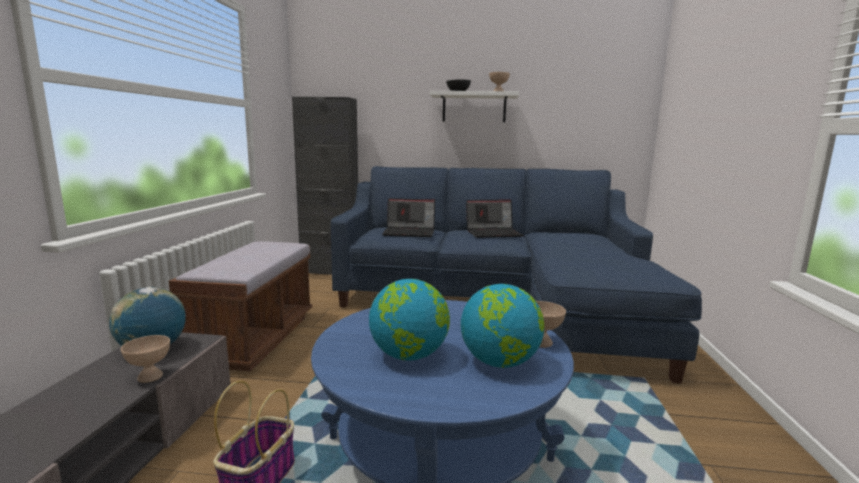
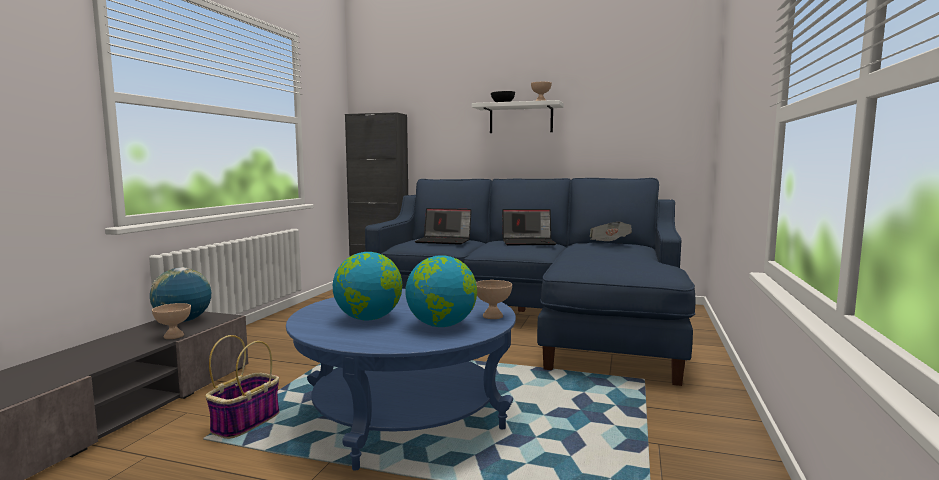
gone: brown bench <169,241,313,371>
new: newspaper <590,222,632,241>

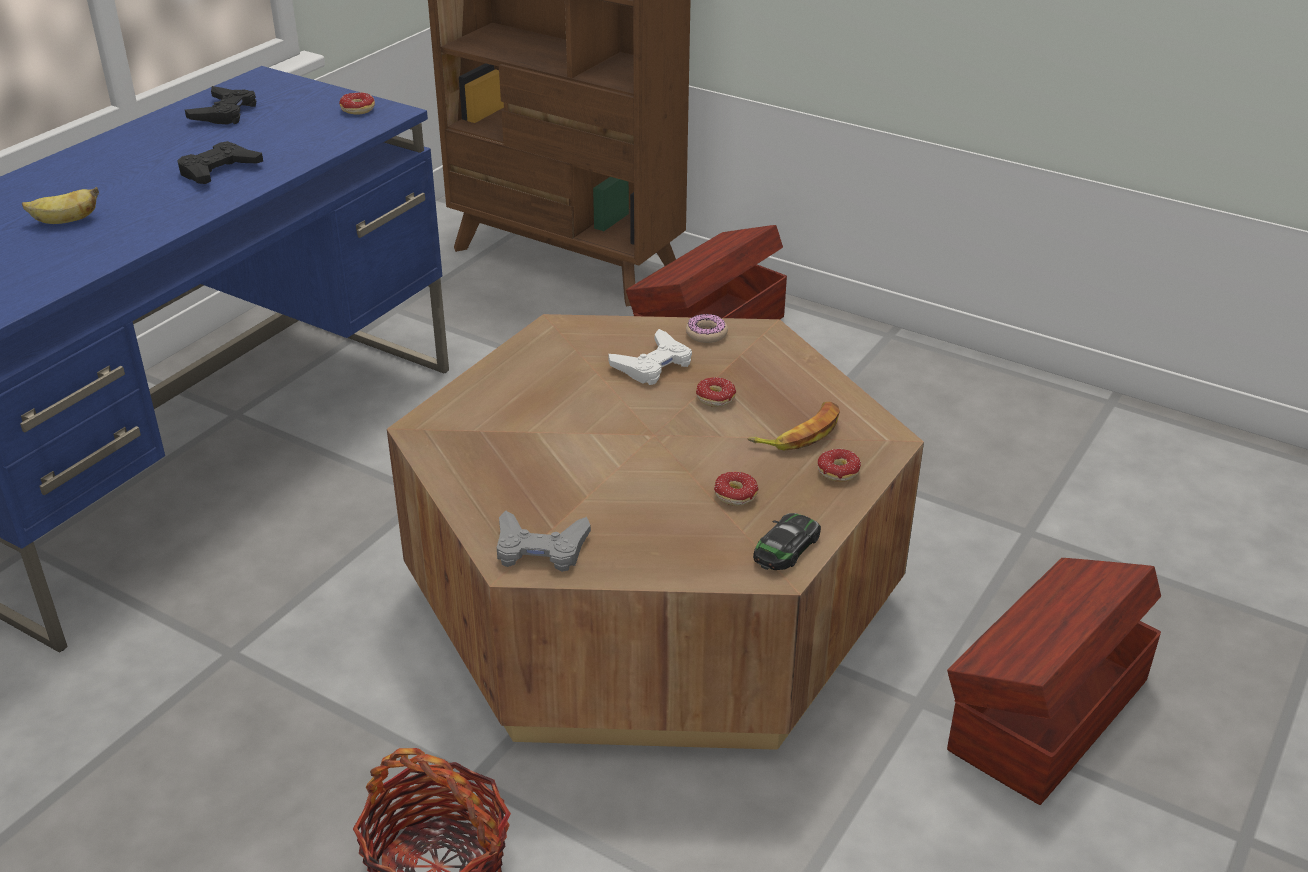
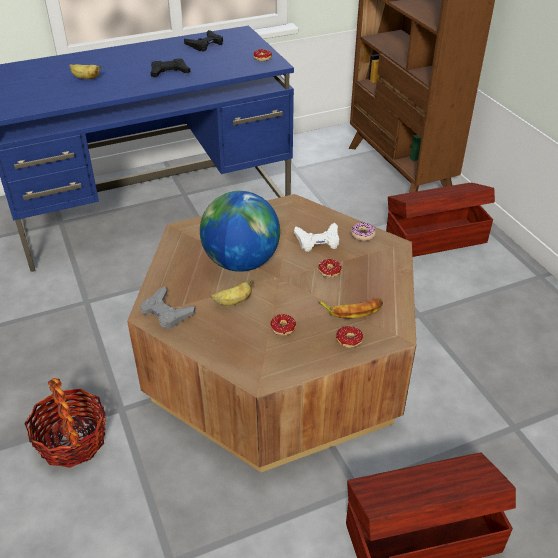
gone: toy car <753,513,821,570>
new: globe <200,191,280,272>; banana <211,280,253,306>

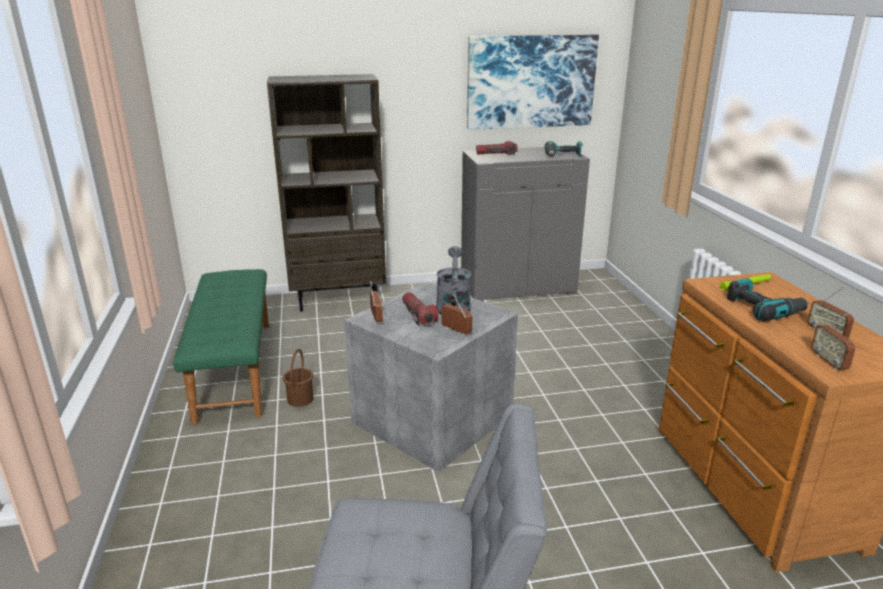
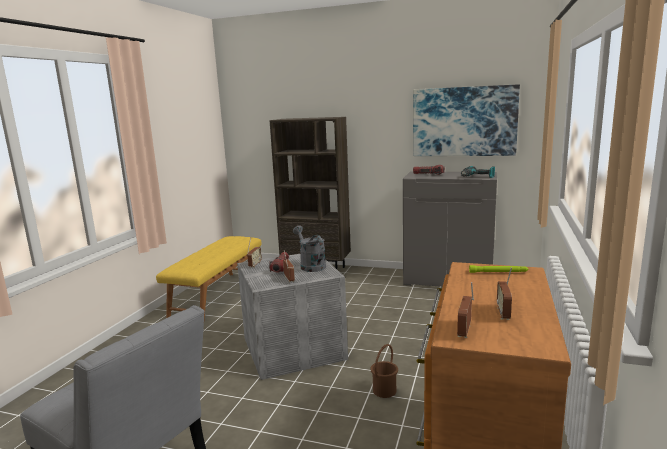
gone: power drill <727,278,809,321>
shifted: brown bucket <283,349,313,407> to <370,344,398,398>
repainted: green bench <173,269,269,425> to yellow bench <156,236,261,319>
rotated: grey watering can <436,246,471,315> = <293,225,326,272> 60 degrees counterclockwise

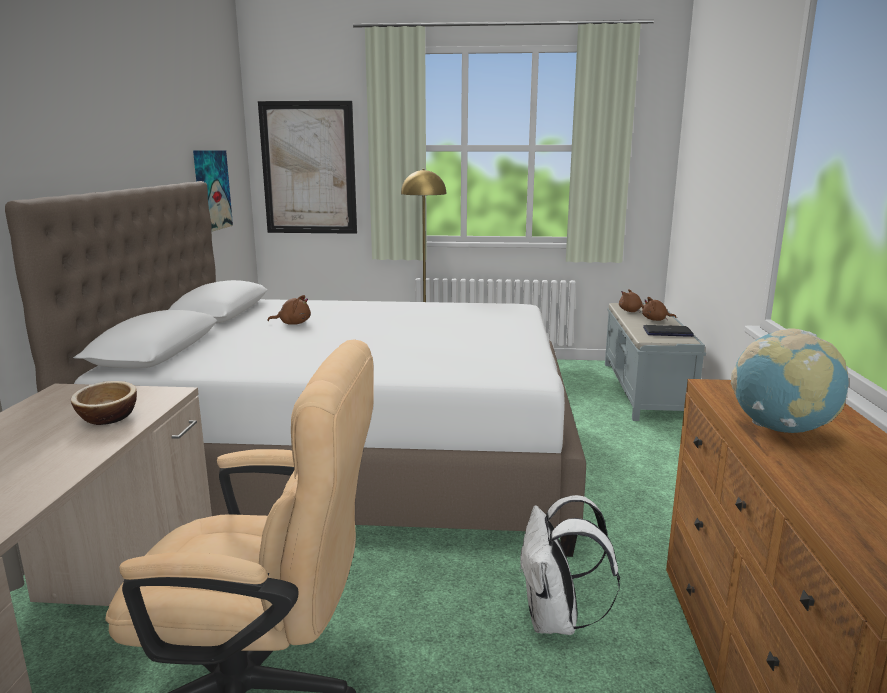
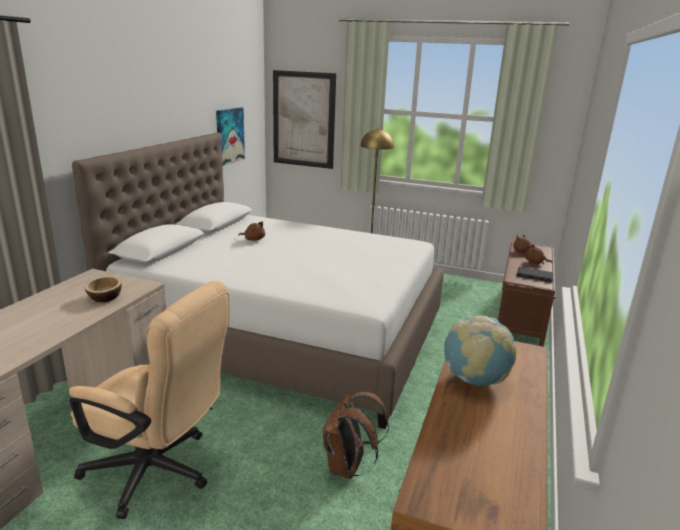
repainted: white backpack <519,495,620,635> to brown backpack <323,392,389,479>; grey bench <605,303,706,421> to brown bench <498,242,555,347>

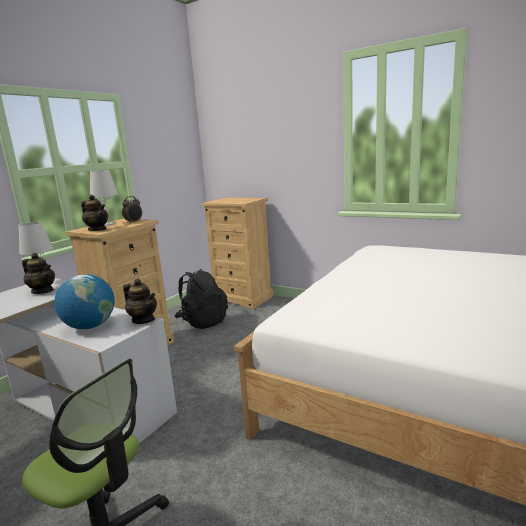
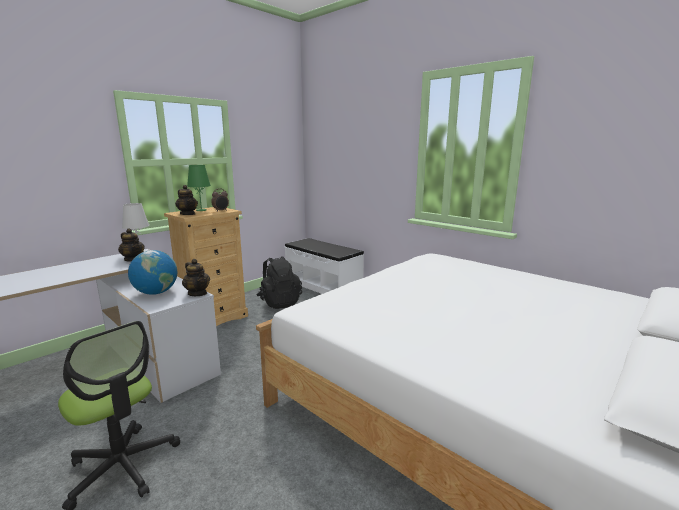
swapped: beige dresser <201,198,273,309> to white bench <284,238,364,294>
repainted: white table lamp <90,170,118,226> to green table lamp <187,165,211,211>

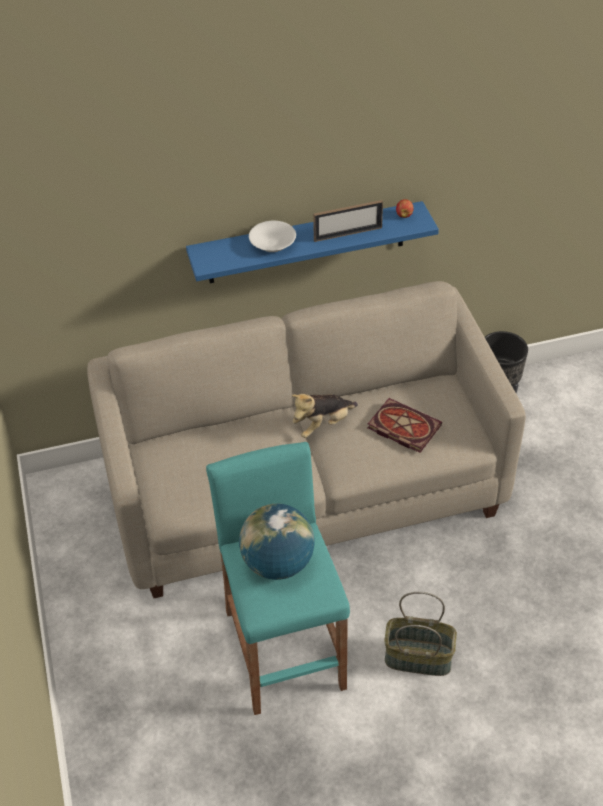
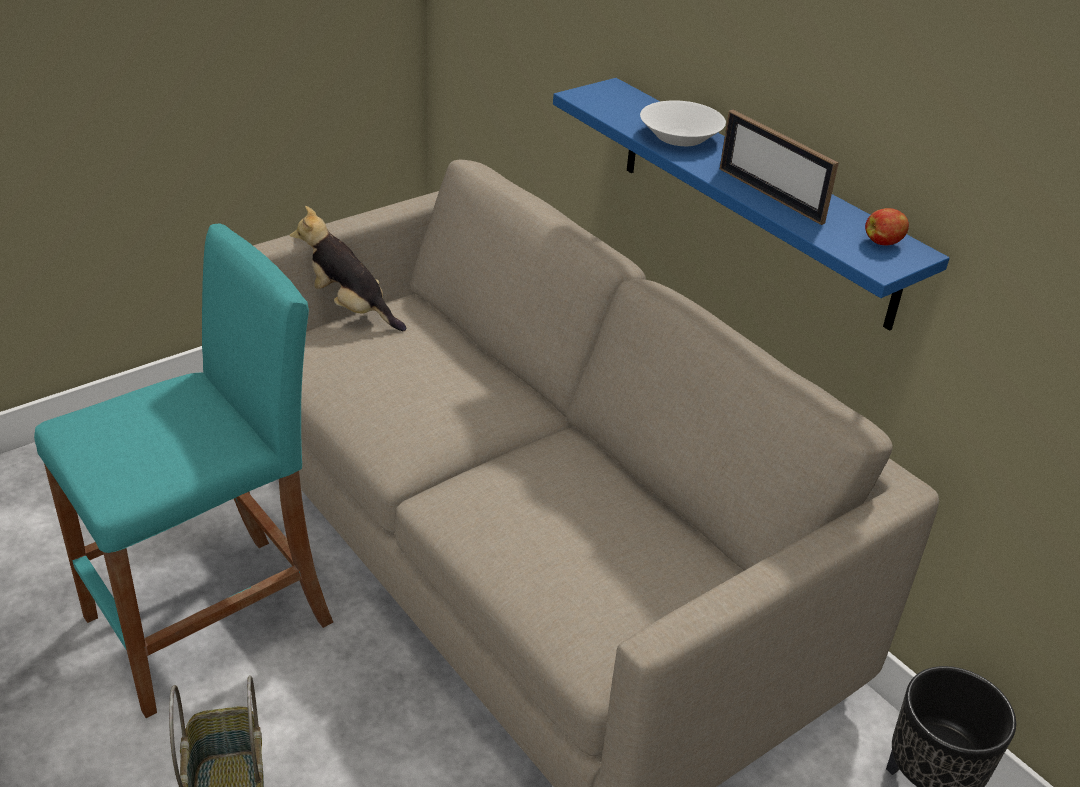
gone: globe <239,504,315,580>; book <367,398,442,453>
shifted: plush toy <292,394,358,438> to <289,206,407,331>

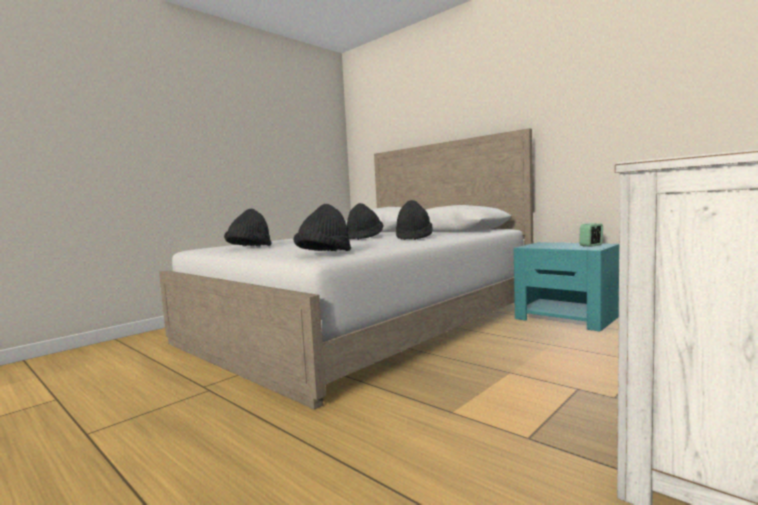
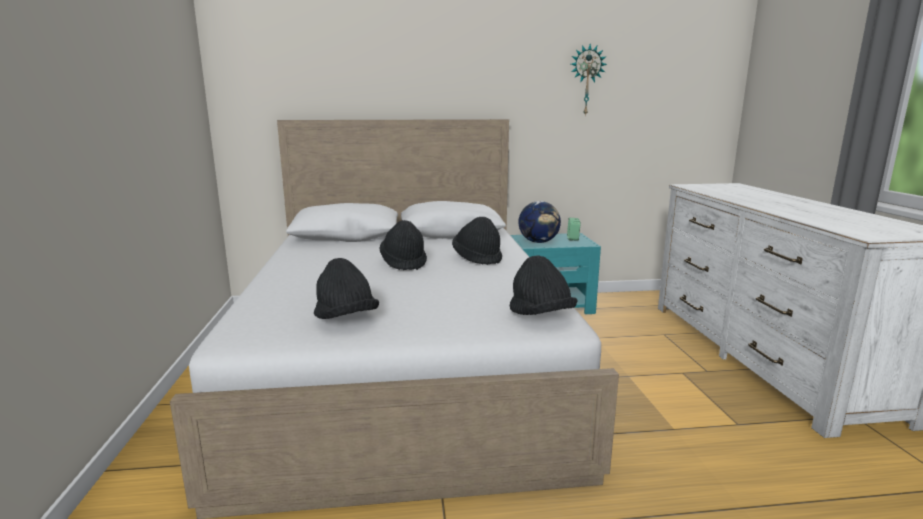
new: globe <518,201,561,243>; wall clock <571,44,607,117>

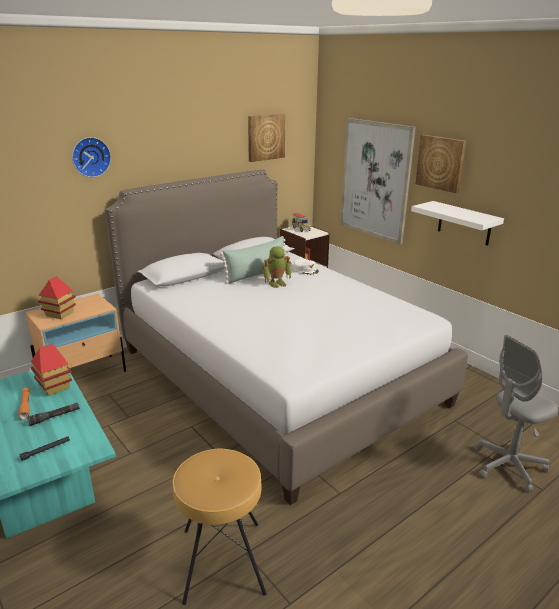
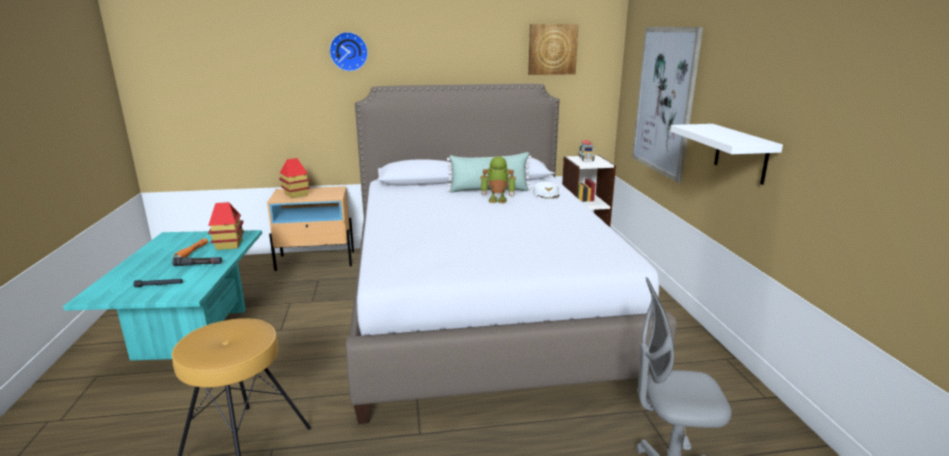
gone: picture <416,135,466,193>

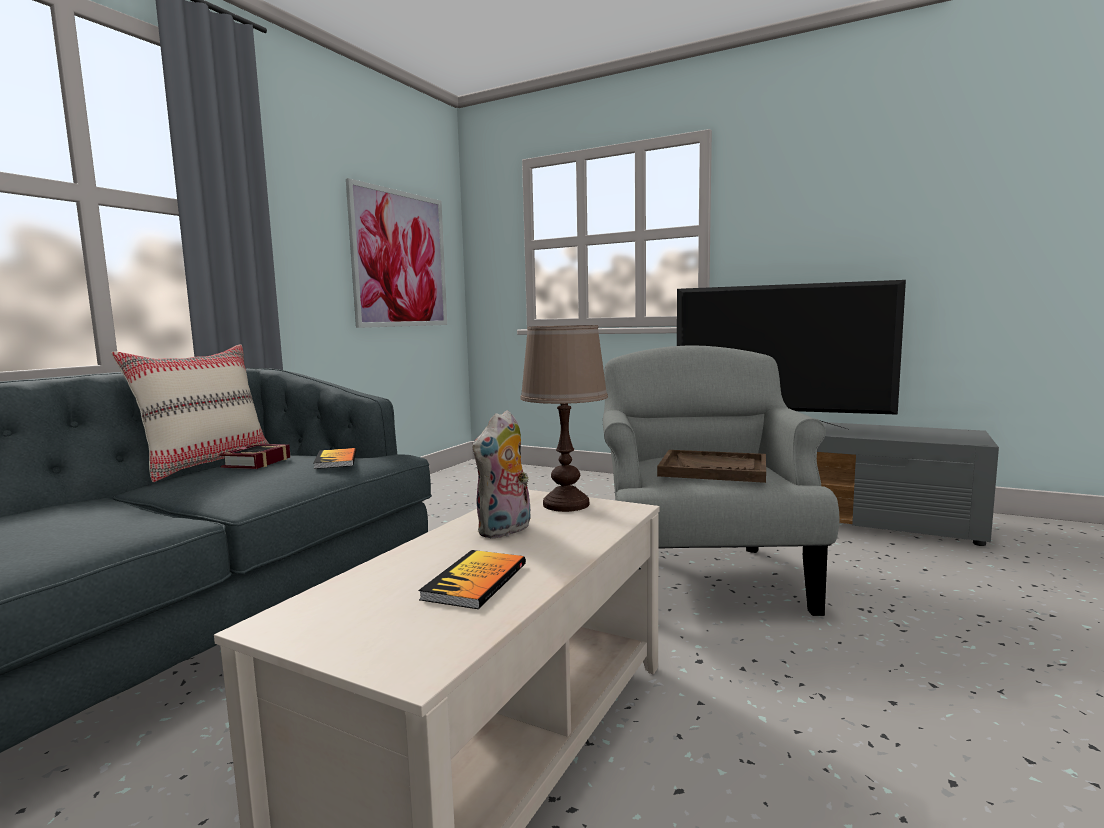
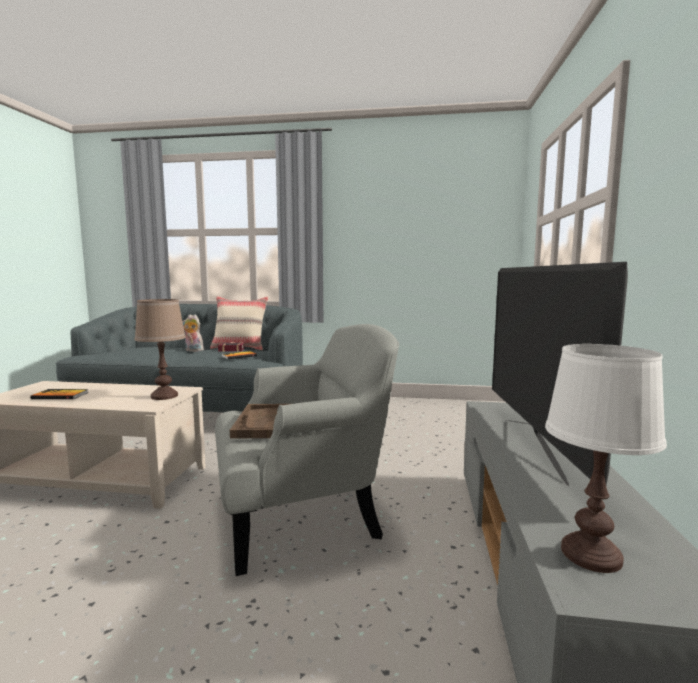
gone: picture <346,178,447,328>
new: white table lamp <545,344,667,573>
shifted: plush toy <472,410,530,539> to <182,315,205,352>

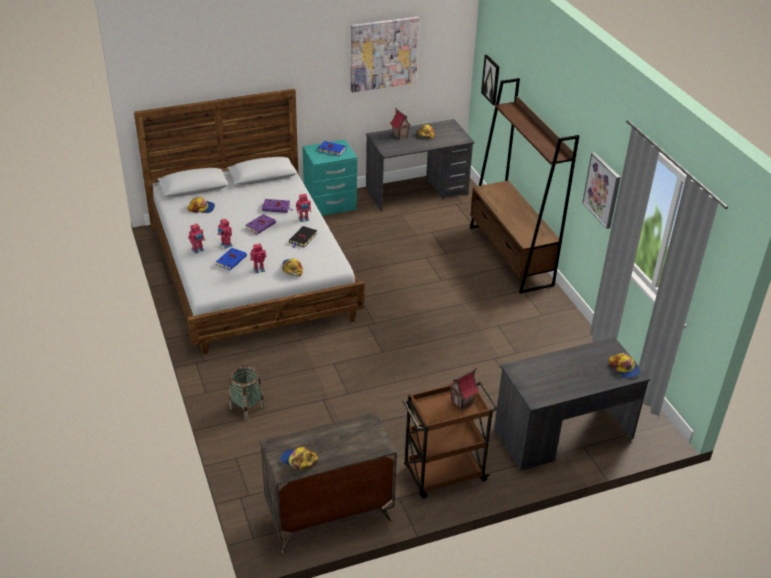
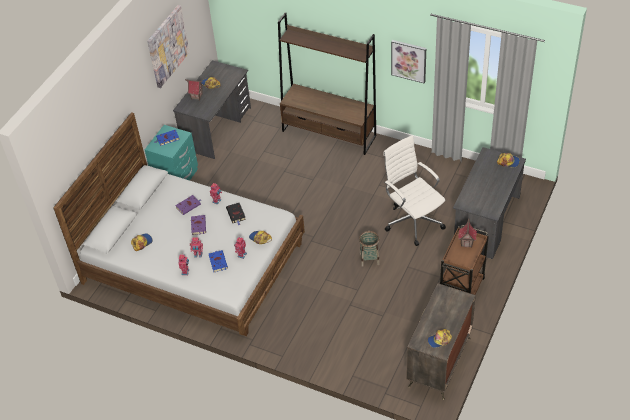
gone: picture <481,55,499,106>
new: white office chair <383,135,446,246>
shifted: basket <229,365,265,420> to <359,231,380,267>

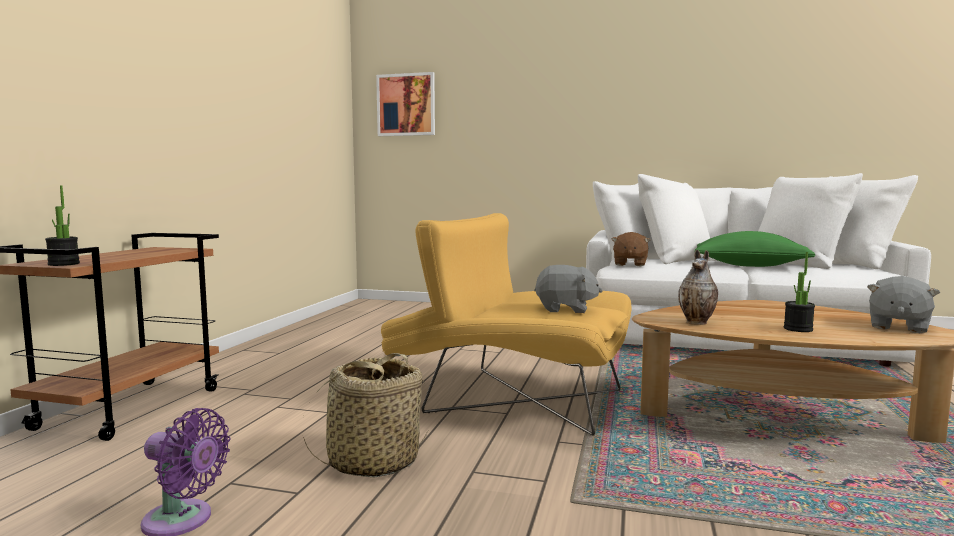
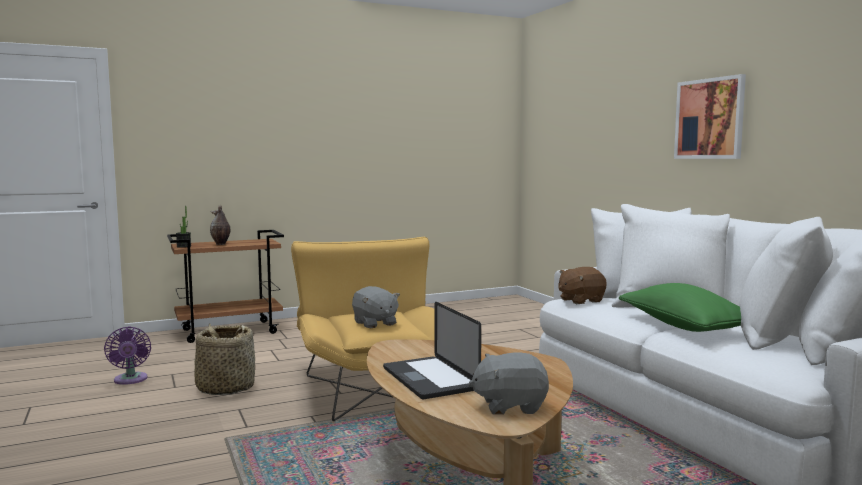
shifted: picture <376,72,435,136> to <674,74,746,159>; vase <678,249,718,325> to <210,205,230,245>
swapped: potted plant <784,252,815,332> to laptop <383,302,481,399>

